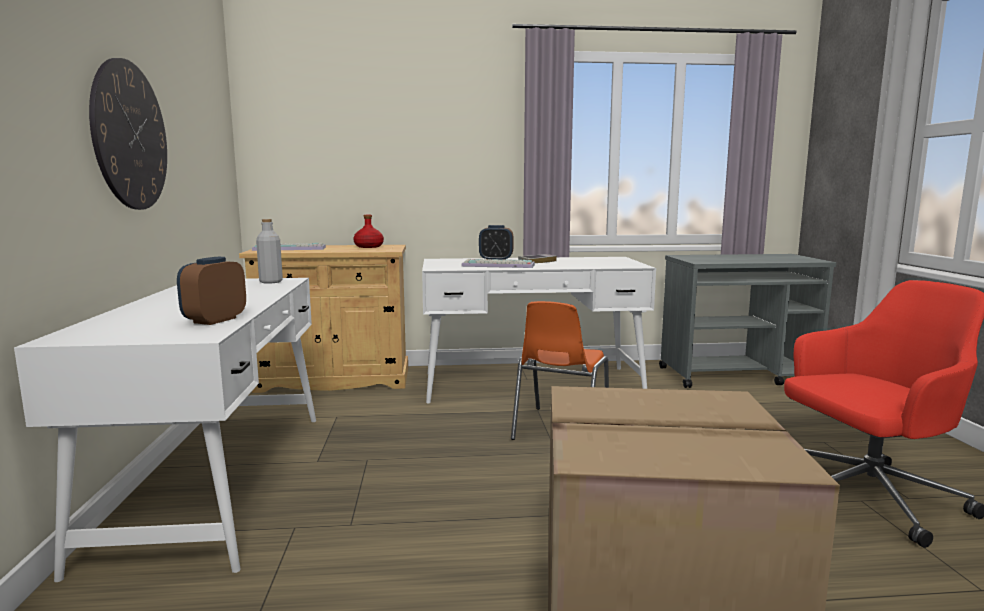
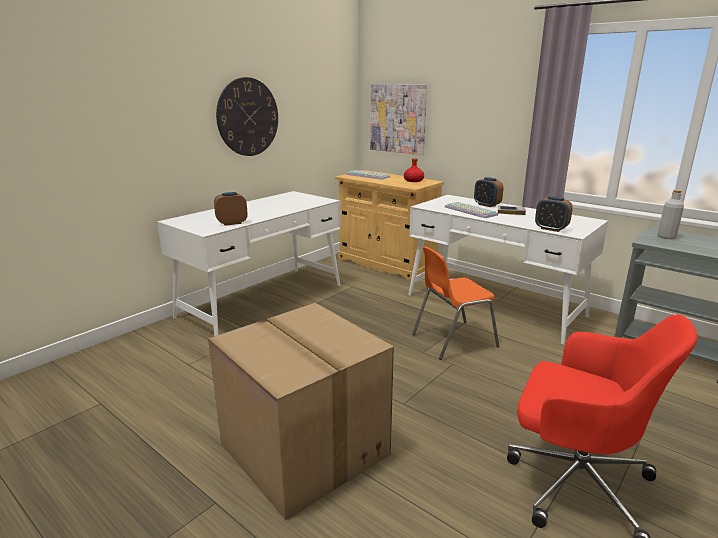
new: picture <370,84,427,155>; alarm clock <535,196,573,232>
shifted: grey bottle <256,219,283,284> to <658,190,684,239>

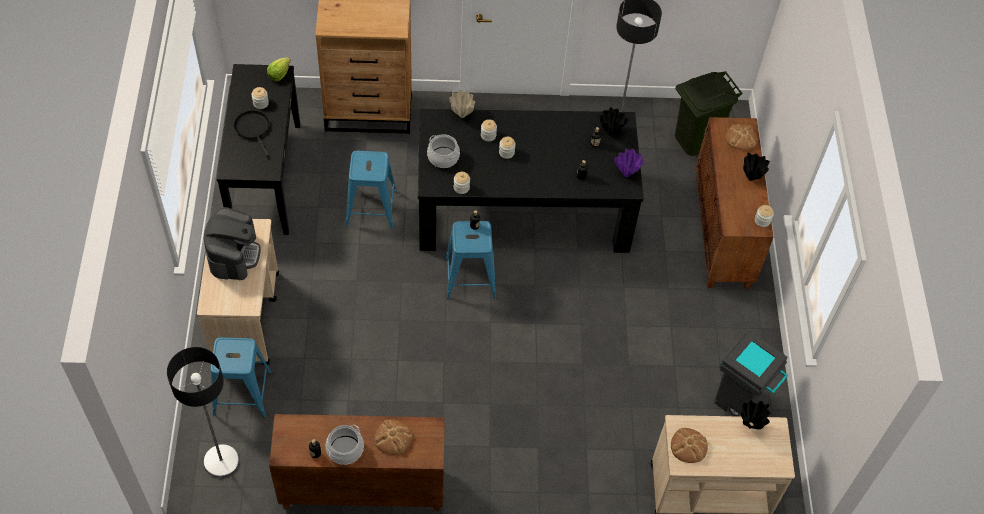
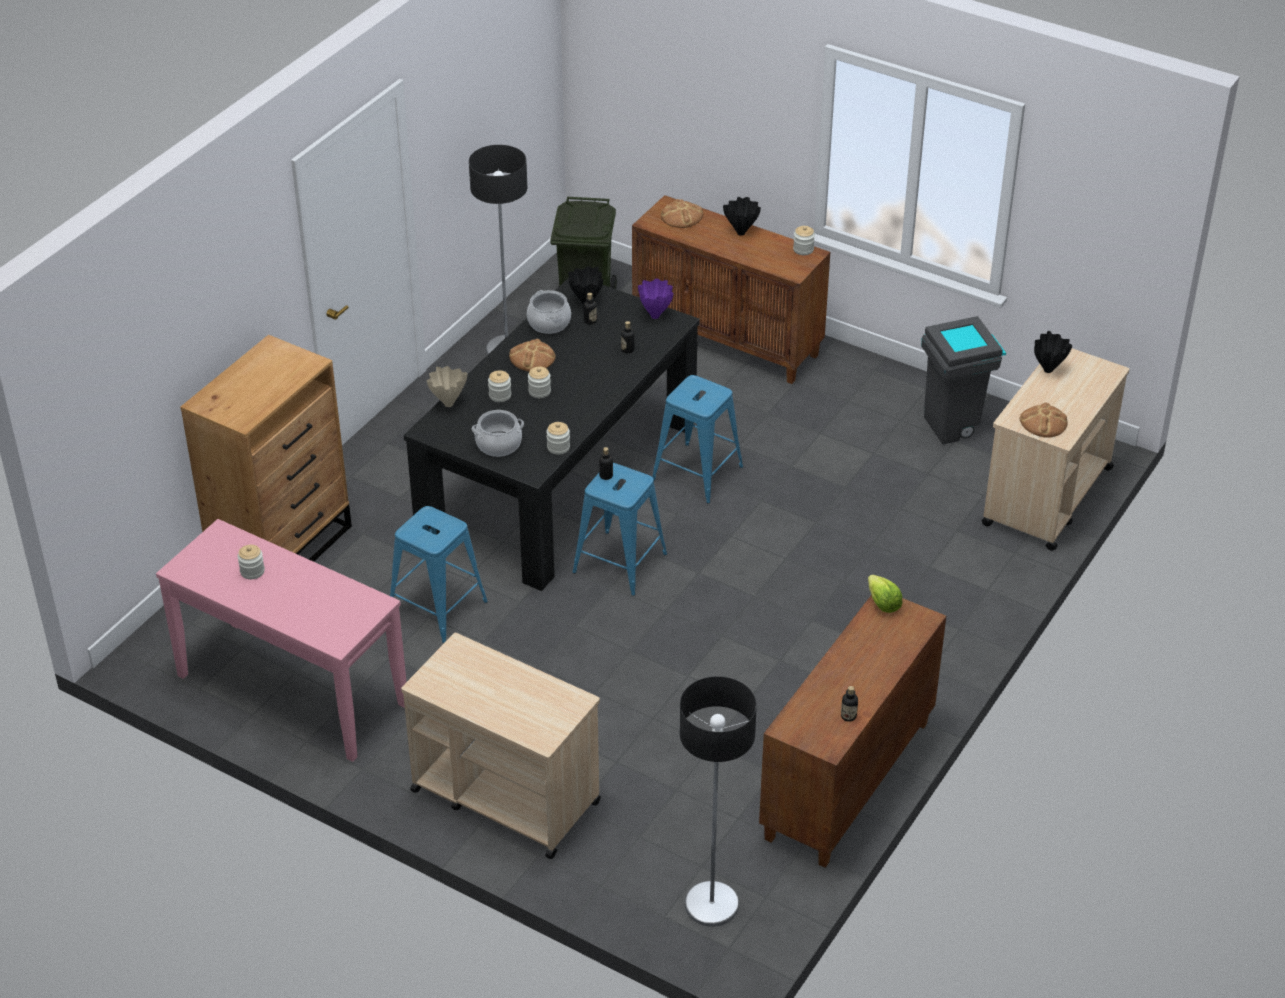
gone: coffee machine <204,207,261,280>; black frying pan <234,110,269,157>
shifted: blue stool <210,337,272,418> to <652,375,743,503>; lettuce <267,57,291,81> to <868,575,903,613>; cooking pot <326,425,364,465> to <527,290,571,334>; bread <374,419,412,455> to <509,339,555,372>
repainted: black console table <217,64,300,235> to pink console table <156,519,406,762>

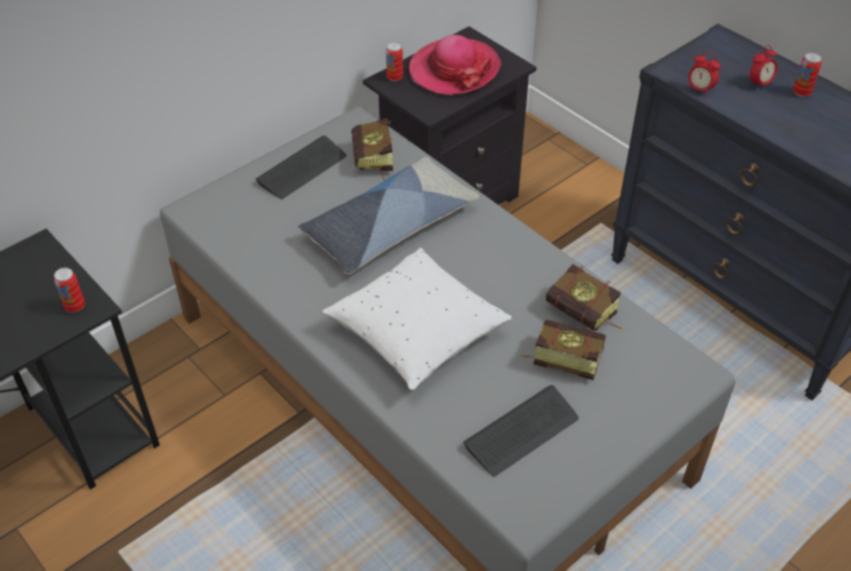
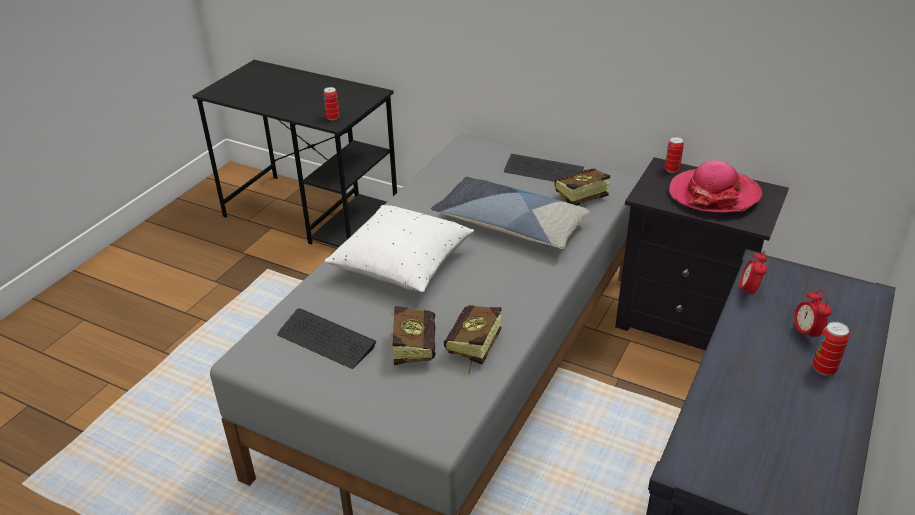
rotated: alarm clock <750,45,777,90> = <792,290,832,342> 45 degrees clockwise

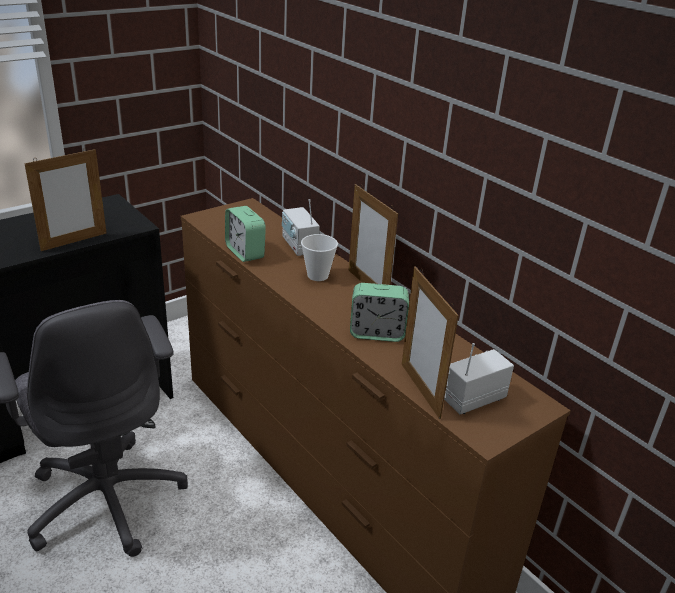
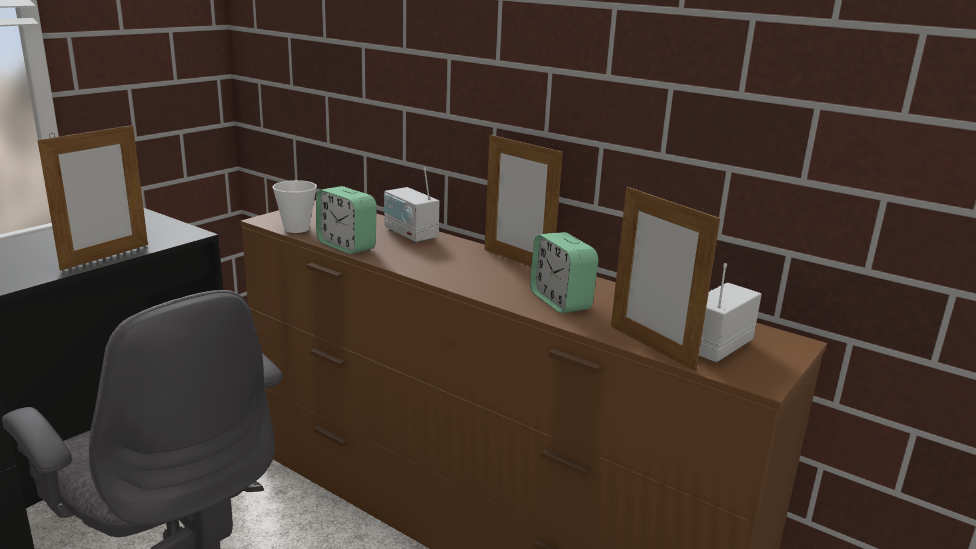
shifted: cup <301,234,338,281> to <272,180,317,233>
rotated: alarm clock <350,283,409,342> = <530,232,598,313> 75 degrees clockwise

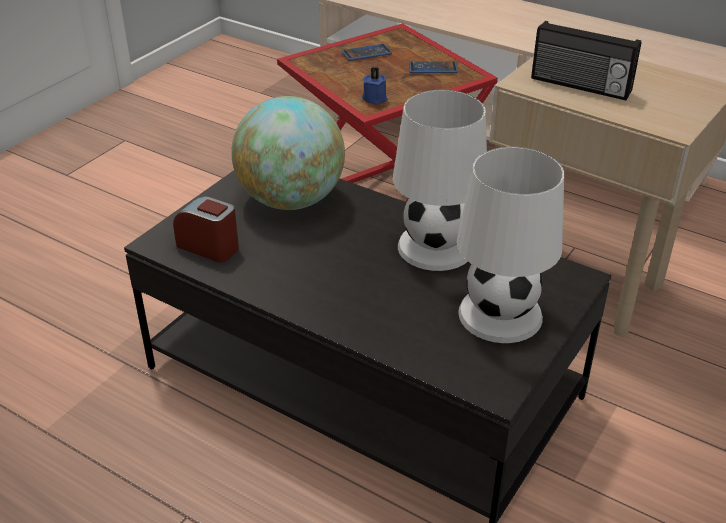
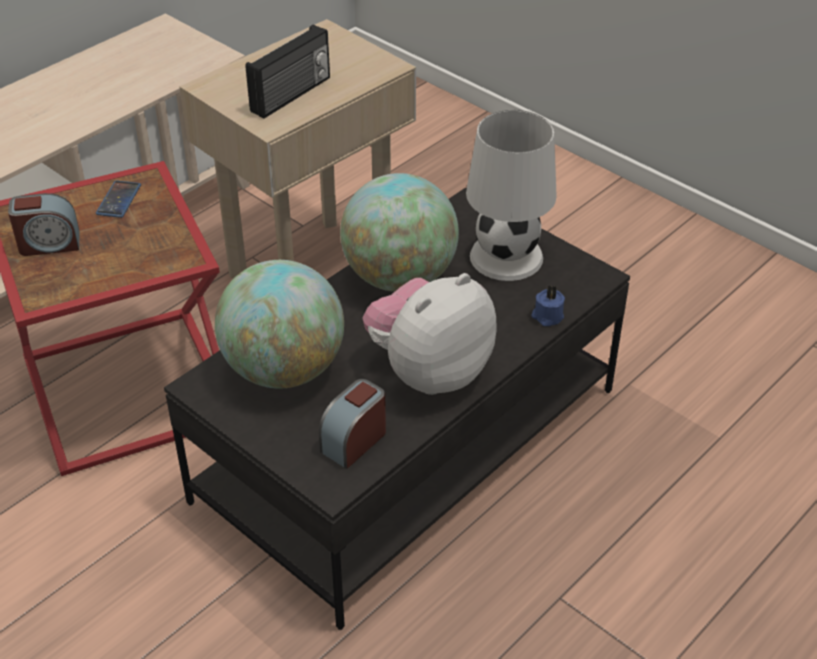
new: plush toy <362,273,496,395>
shifted: blue candle <362,67,387,105> to <531,286,565,326>
swapped: phone <342,44,392,61> to alarm clock <8,193,80,256>; white table lamp <393,90,487,271> to globe <340,173,459,292>

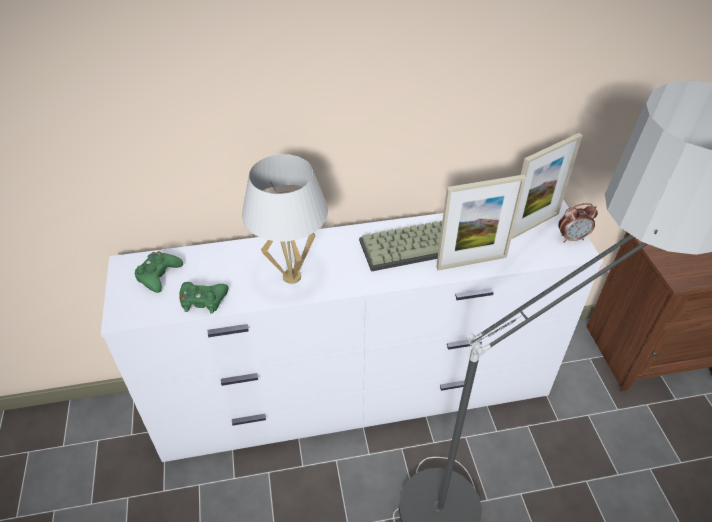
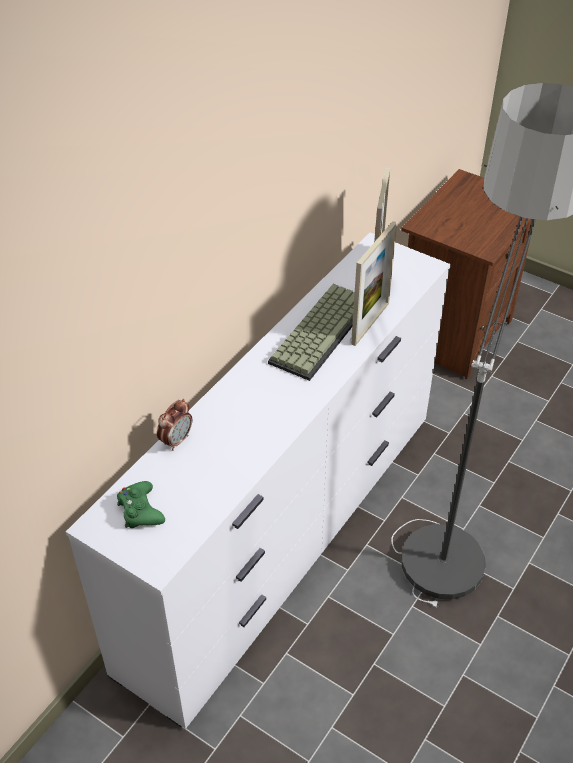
gone: green game controller <179,282,229,314>; white table lamp <242,154,328,284>
shifted: alarm clock <558,203,598,243> to <157,399,192,451>

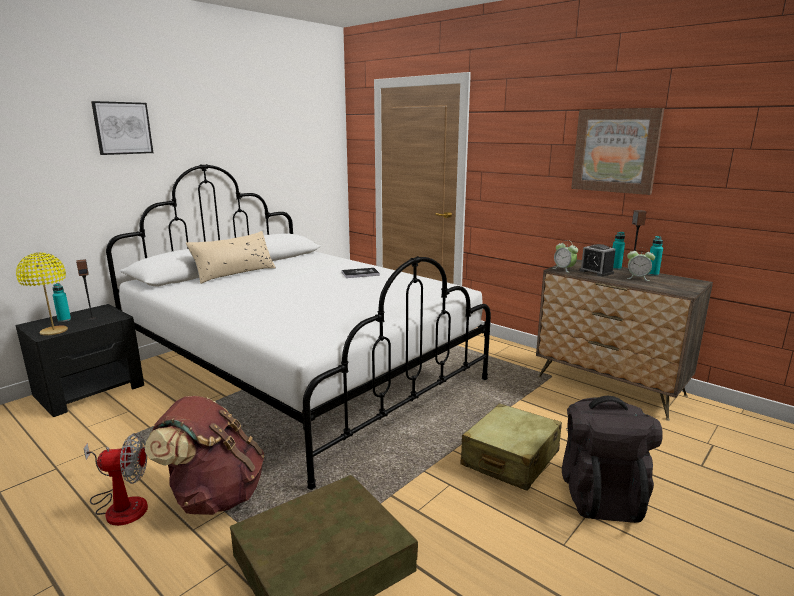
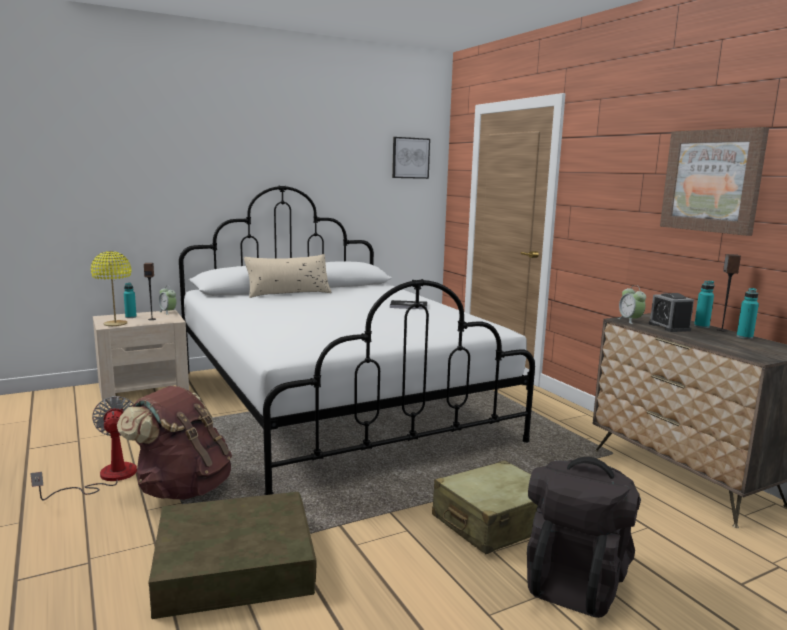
shifted: picture <91,101,153,155> to <392,137,430,179>; alarm clock <626,247,655,281> to <159,286,177,315>
repainted: black nightstand <15,304,144,417> to beige nightstand <93,310,189,402>
rotated: fan <84,433,148,526> = <30,396,137,500> 120 degrees counterclockwise

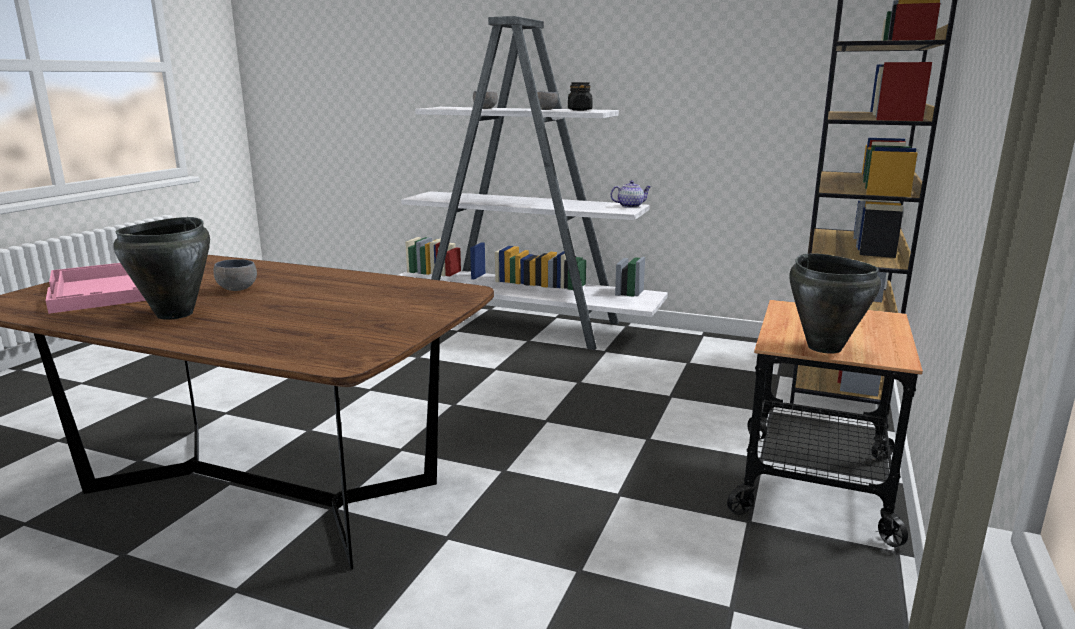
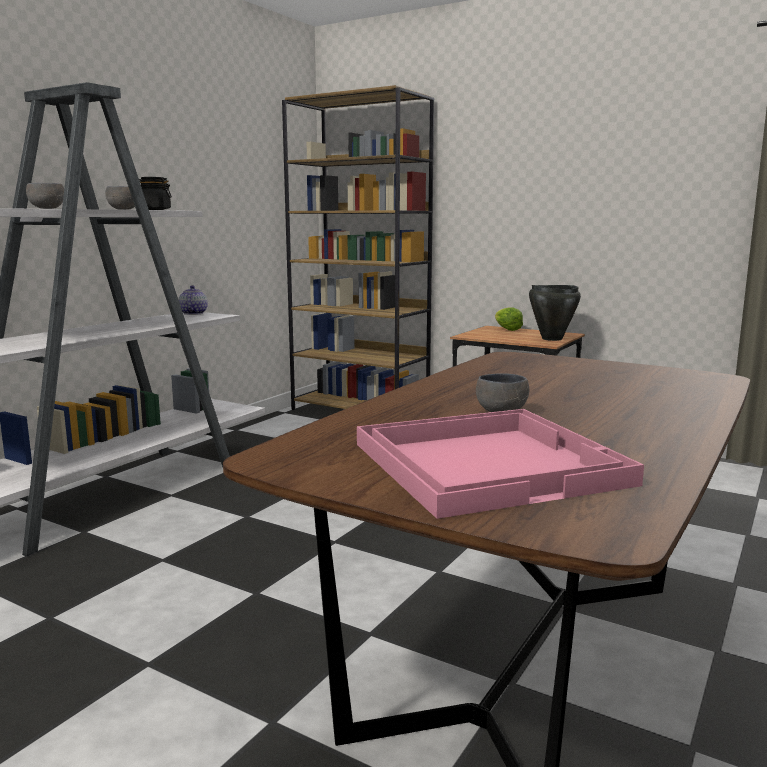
gone: black cooking pot <113,217,210,320>
new: lettuce <495,307,523,331>

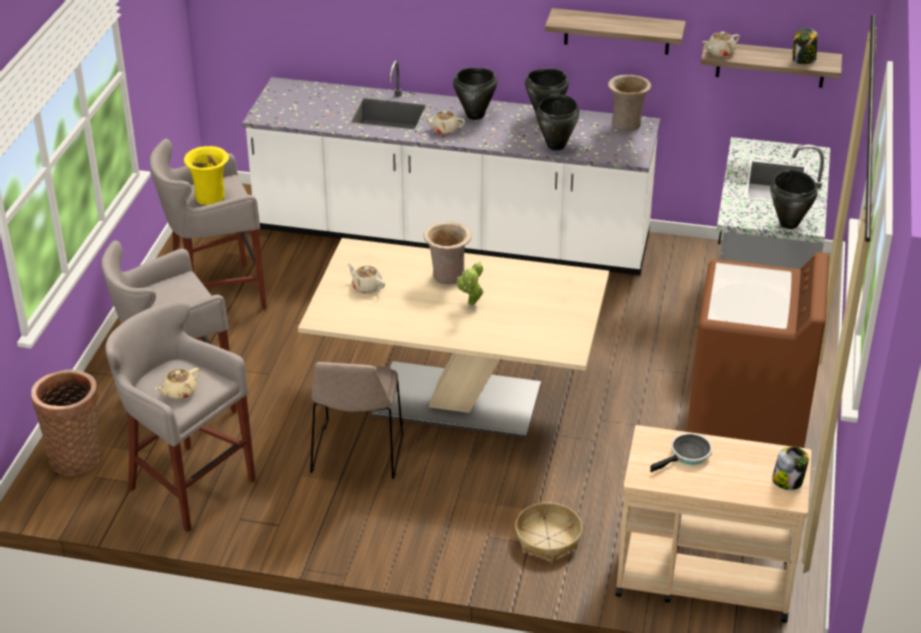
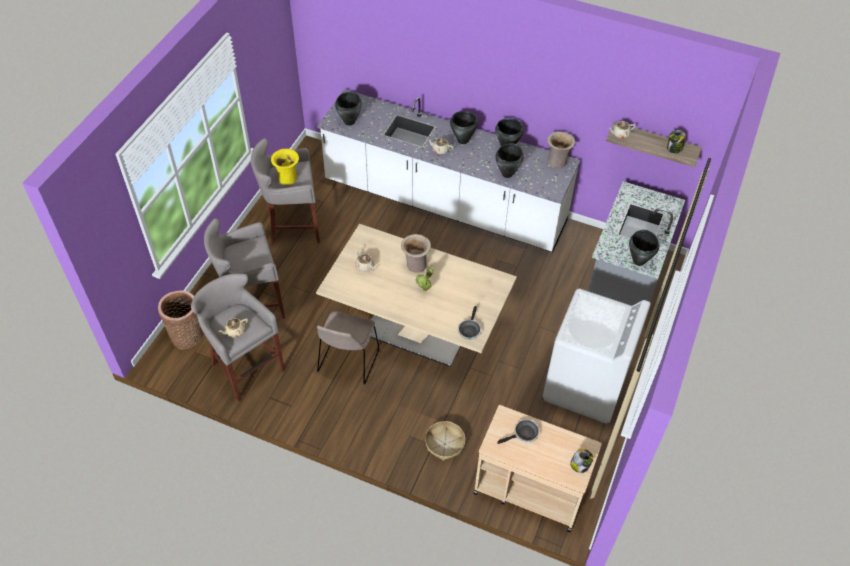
gone: shelf <545,8,686,55>
new: black cooking pot <335,92,362,126>; frying pan <458,306,481,340>
repainted: brown washing machine <687,252,829,448> to white washing machine <543,289,651,424>

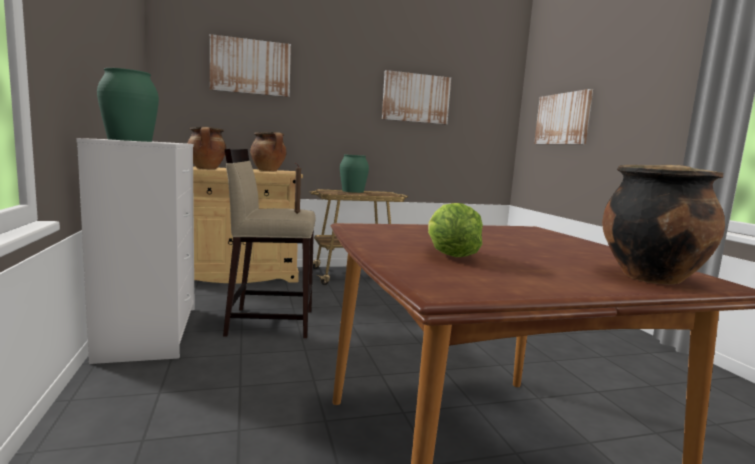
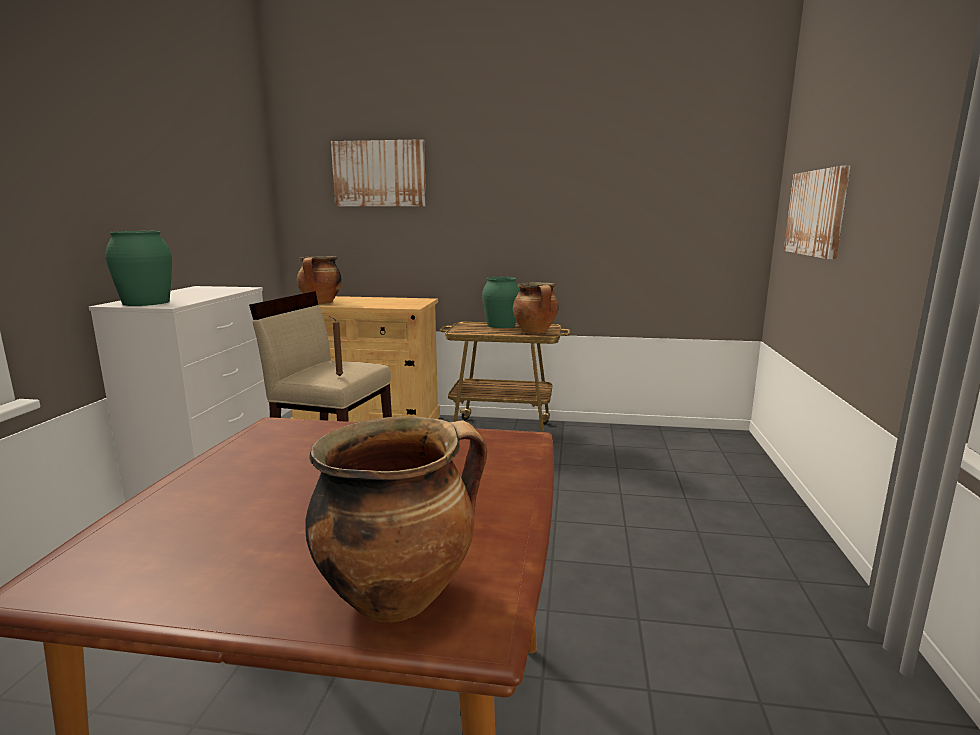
gone: picture <382,70,451,124>; lettuce <428,203,483,257>
shifted: cooking pot <250,132,287,171> to <513,282,559,334>

